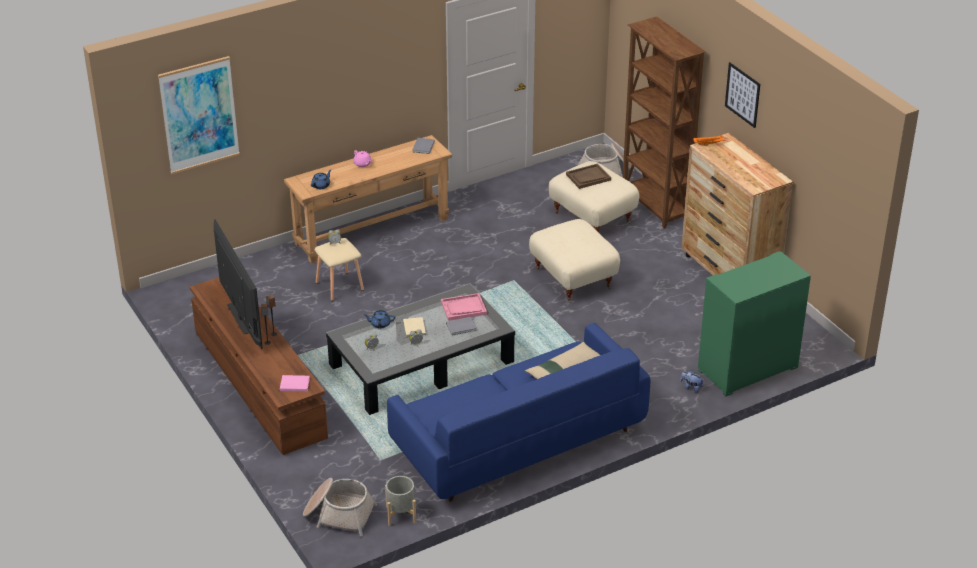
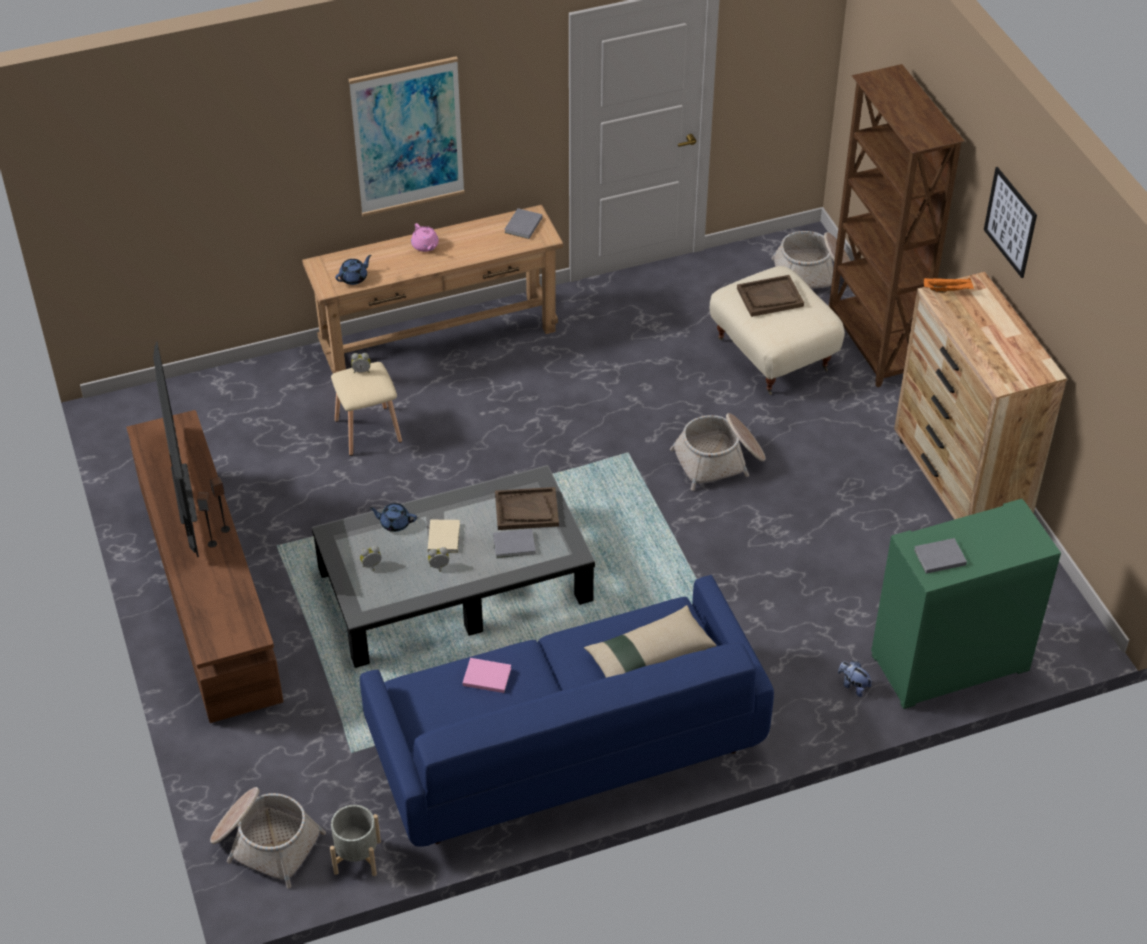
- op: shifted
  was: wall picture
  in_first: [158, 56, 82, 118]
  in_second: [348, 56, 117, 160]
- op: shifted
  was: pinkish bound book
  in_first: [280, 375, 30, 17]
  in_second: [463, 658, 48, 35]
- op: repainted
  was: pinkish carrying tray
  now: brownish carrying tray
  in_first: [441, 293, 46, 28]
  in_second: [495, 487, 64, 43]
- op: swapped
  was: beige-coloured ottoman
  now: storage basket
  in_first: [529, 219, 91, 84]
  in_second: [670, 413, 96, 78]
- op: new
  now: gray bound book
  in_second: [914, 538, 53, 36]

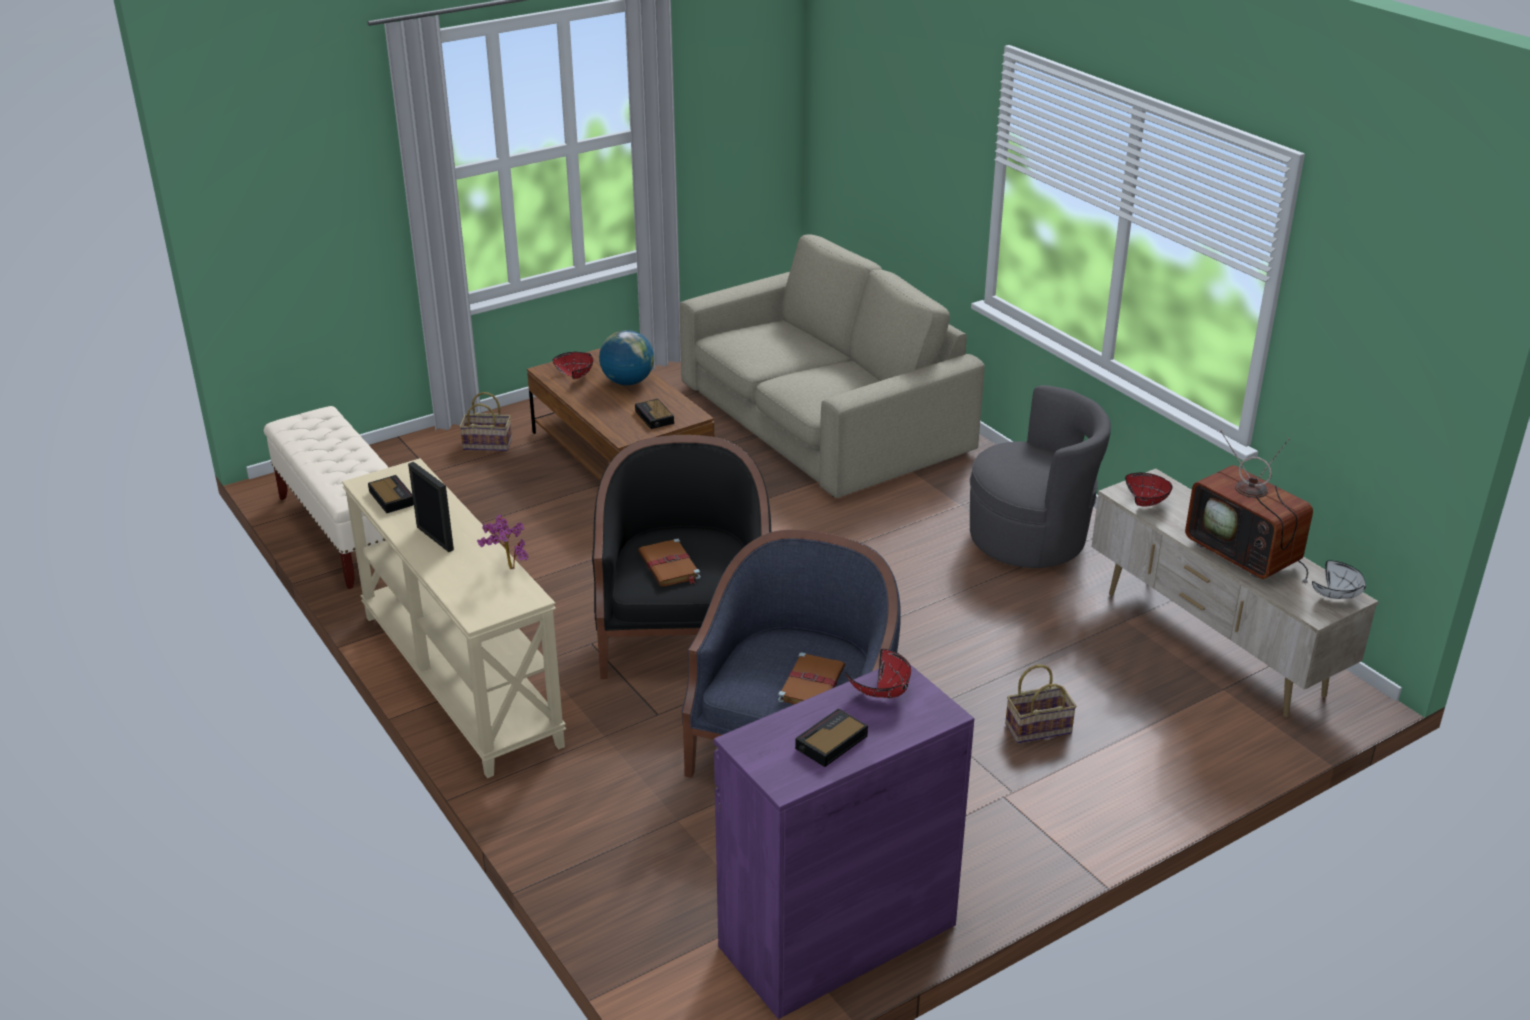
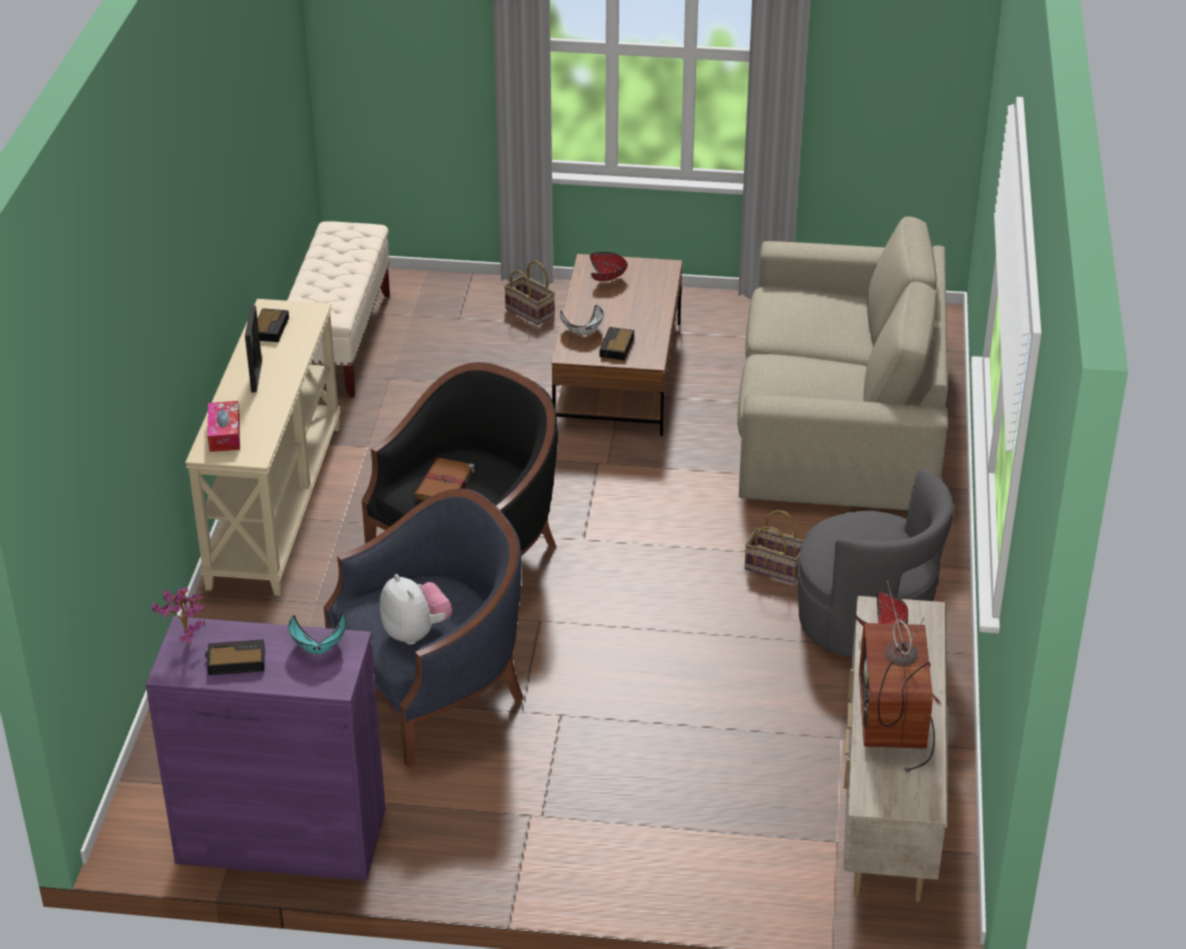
- op: shifted
  was: houseplant
  in_first: [477, 515, 51, 55]
  in_second: [151, 588, 54, 57]
- op: gone
  was: globe
  in_first: [599, 330, 55, 55]
- op: swapped
  was: brownish bound book
  now: plush toy
  in_first: [778, 652, 67, 52]
  in_second: [380, 574, 72, 71]
- op: repainted
  was: red bowl
  now: turquoise-coloured bowl
  in_first: [845, 649, 66, 49]
  in_second: [288, 613, 58, 41]
- op: shifted
  was: storage basket
  in_first: [1005, 664, 72, 79]
  in_second: [745, 510, 59, 73]
- op: shifted
  was: white bowl
  in_first: [1312, 560, 54, 39]
  in_second: [560, 305, 44, 30]
- op: new
  now: tissue holder
  in_second: [208, 401, 32, 51]

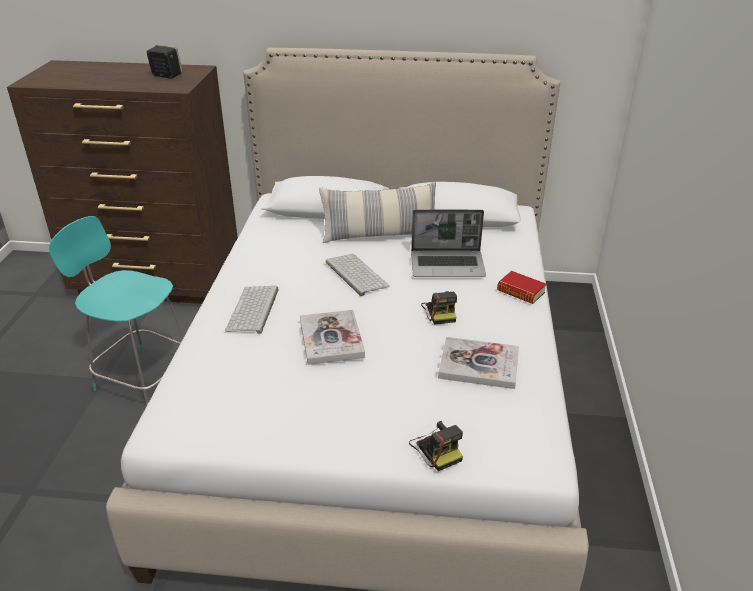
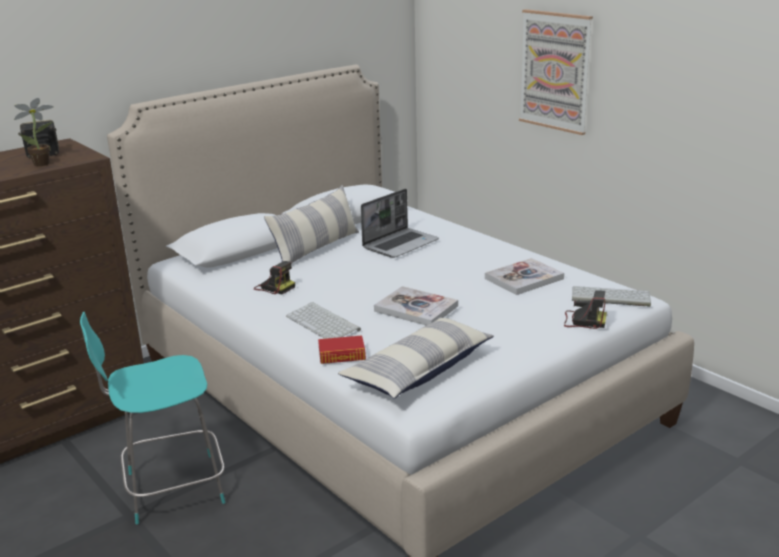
- op: shifted
  was: PC keyboard
  in_first: [326, 254, 64, 42]
  in_second: [572, 286, 79, 21]
- op: shifted
  was: photo camera
  in_first: [421, 291, 36, 34]
  in_second: [254, 261, 41, 33]
- op: shifted
  was: bound book
  in_first: [497, 271, 49, 33]
  in_second: [318, 336, 48, 28]
- op: new
  now: houseplant
  in_second: [14, 98, 40, 68]
- op: new
  now: throw pillow
  in_second: [338, 317, 156, 82]
- op: new
  now: wall picture
  in_second: [519, 9, 74, 126]

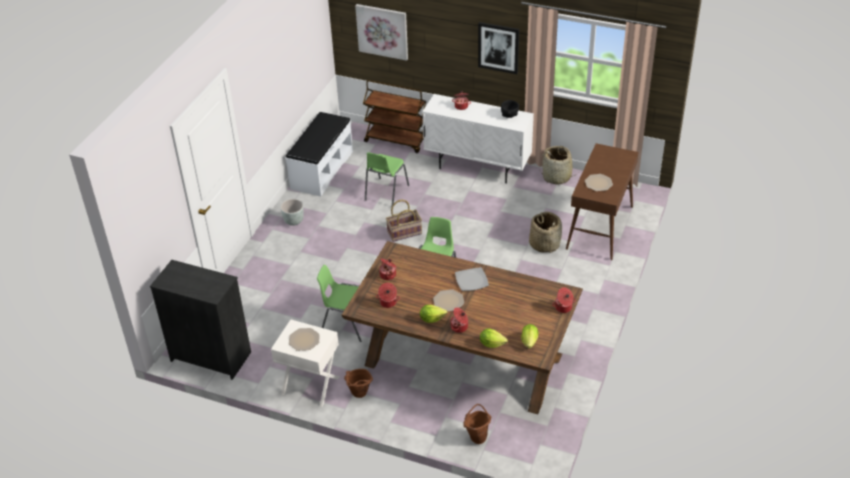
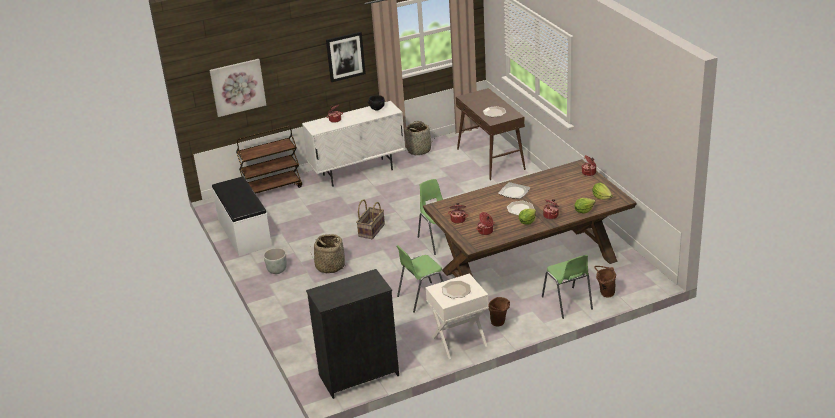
- op: shifted
  was: greenish plain chair
  in_first: [365, 152, 44, 53]
  in_second: [542, 255, 51, 64]
- op: shifted
  was: storage basket
  in_first: [529, 212, 33, 41]
  in_second: [311, 234, 34, 40]

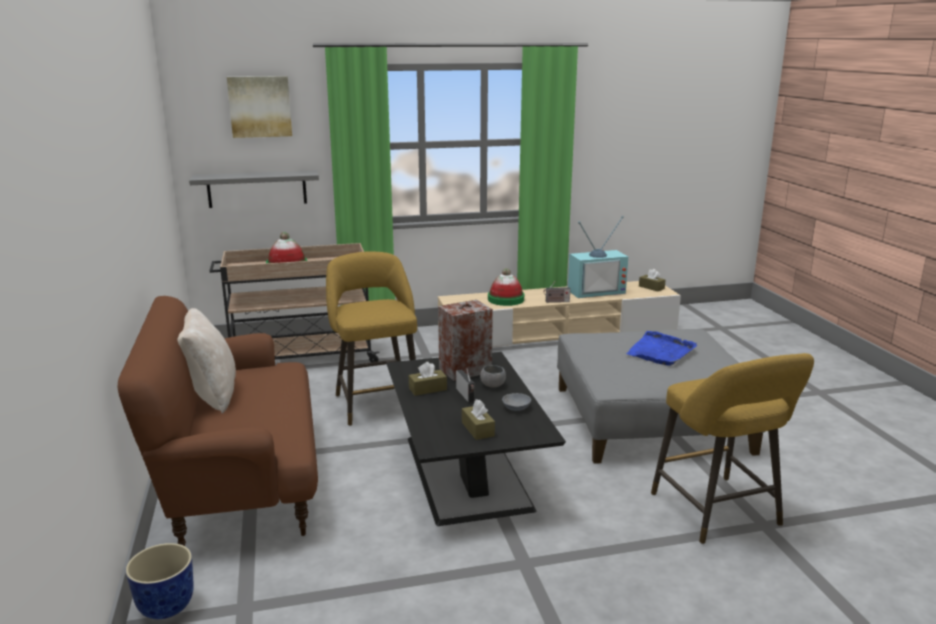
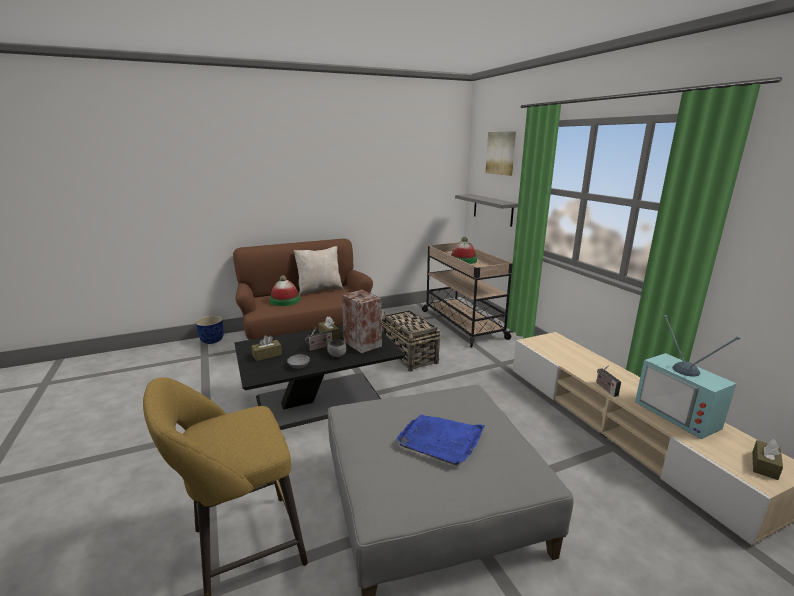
- op: swapped
  was: yellow-coloured stool seat
  now: storage basket
  in_first: [326, 251, 91, 175]
  in_second: [382, 310, 59, 62]
- op: shifted
  was: hat
  in_first: [488, 268, 36, 38]
  in_second: [270, 275, 30, 31]

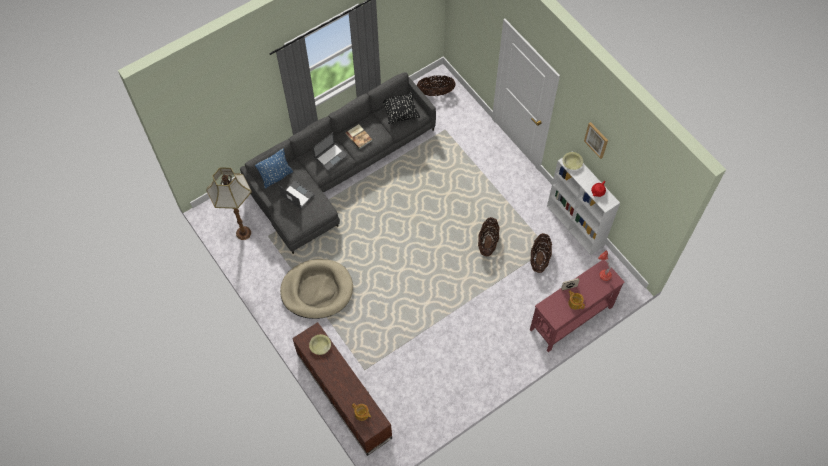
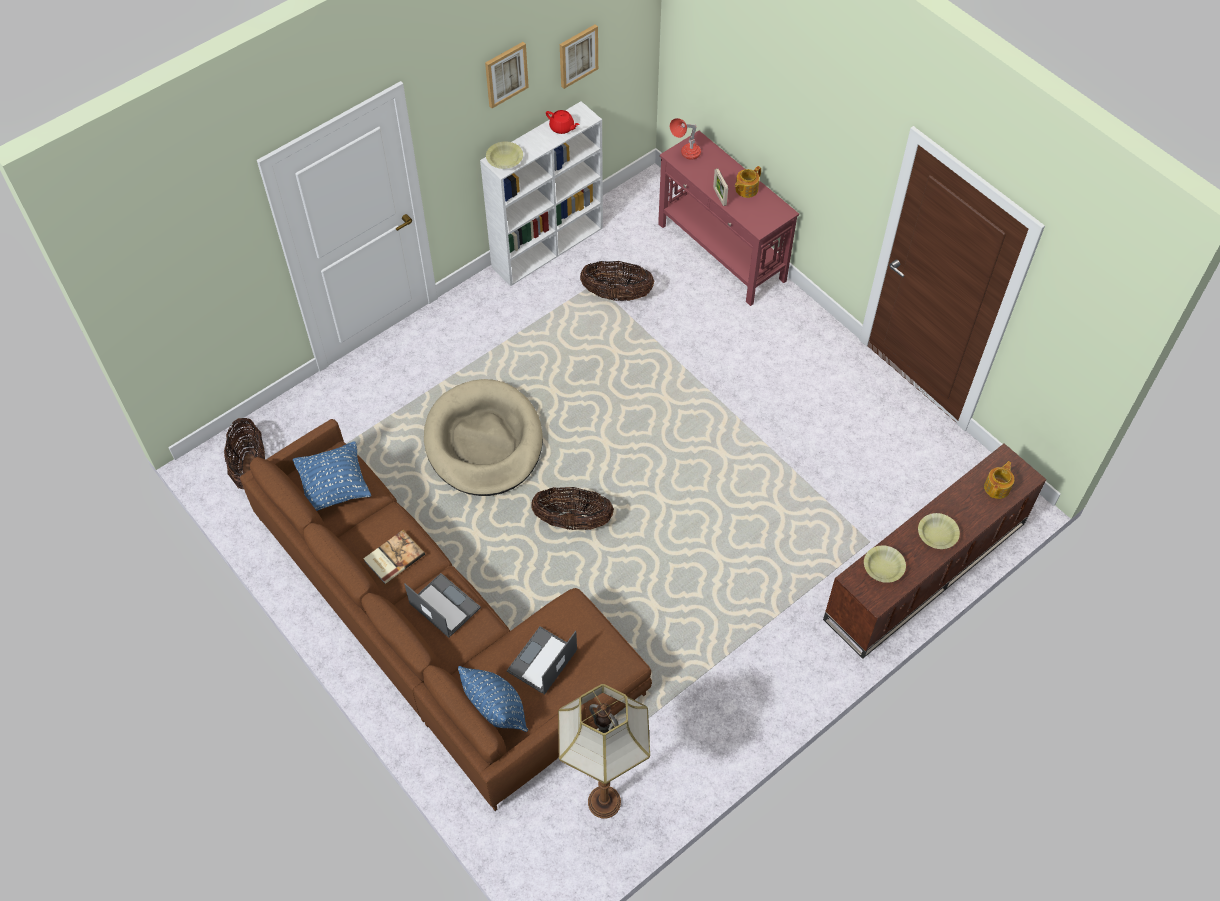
- op: repainted
  was: gray settee
  now: brownish settee
  in_first: [240, 72, 196, 182]
  in_second: [240, 419, 412, 392]
- op: shifted
  was: beige-coloured pet bed
  in_first: [280, 259, 73, 60]
  in_second: [424, 379, 119, 117]
- op: repainted
  was: blackish throw pillow
  now: blue throw pillow
  in_first: [383, 92, 37, 32]
  in_second: [293, 441, 78, 70]
- op: shifted
  was: storage basket
  in_first: [478, 217, 22, 39]
  in_second: [531, 487, 83, 43]
- op: new
  now: wall picture
  in_second: [560, 24, 38, 65]
- op: new
  now: yellow-coloured bowl
  in_second: [918, 513, 42, 36]

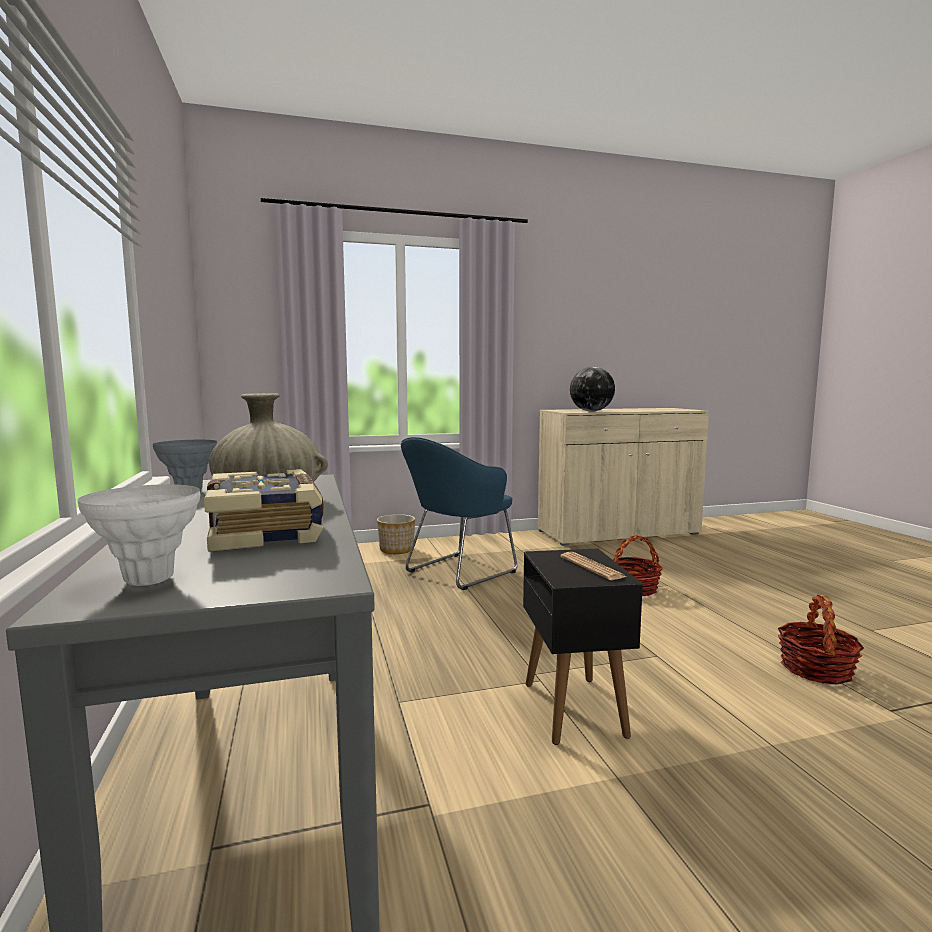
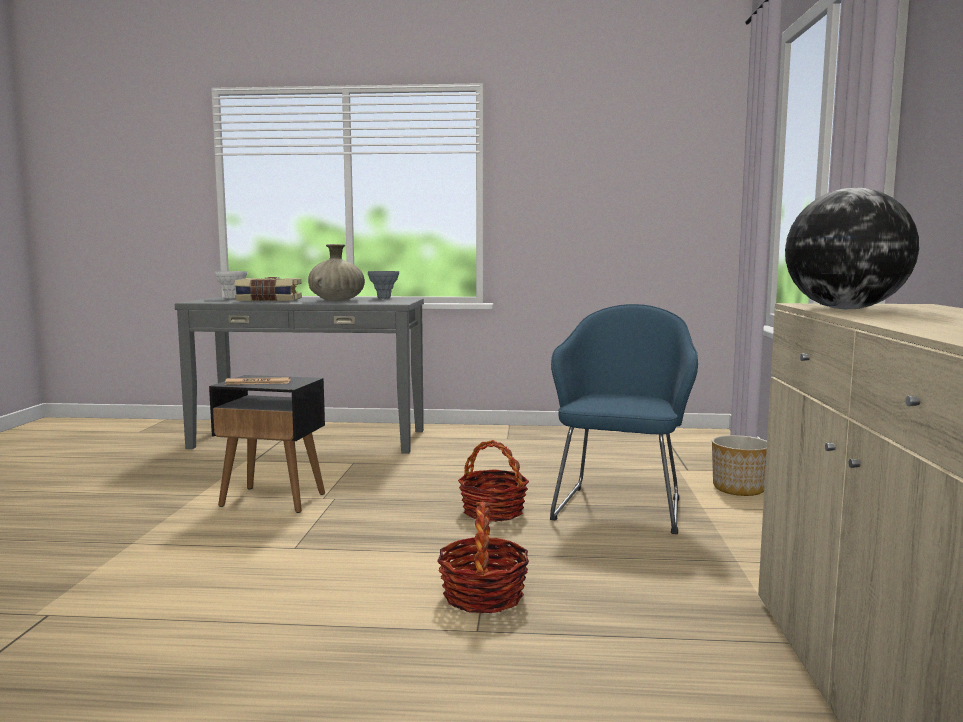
- op: rotated
  was: blue armchair
  in_first: [401, 437, 116, 153]
  in_second: [550, 304, 148, 230]
  clockwise: 45
- op: shifted
  was: storage basket
  in_first: [778, 594, 86, 91]
  in_second: [458, 440, 71, 82]

